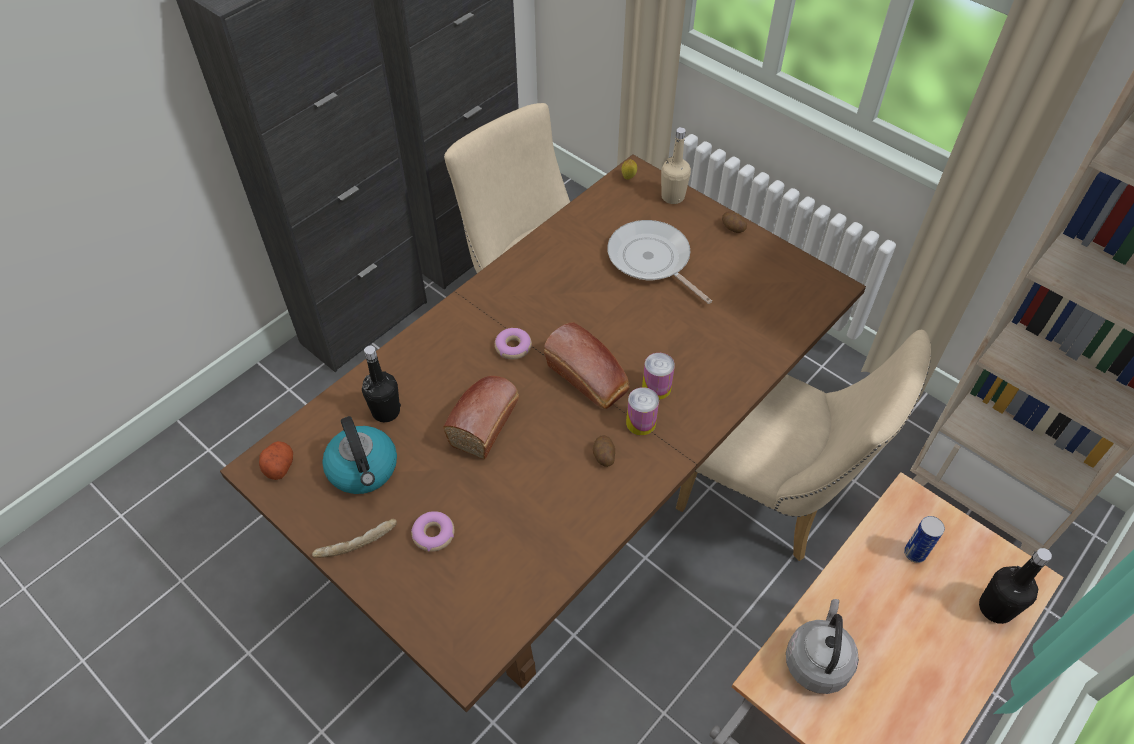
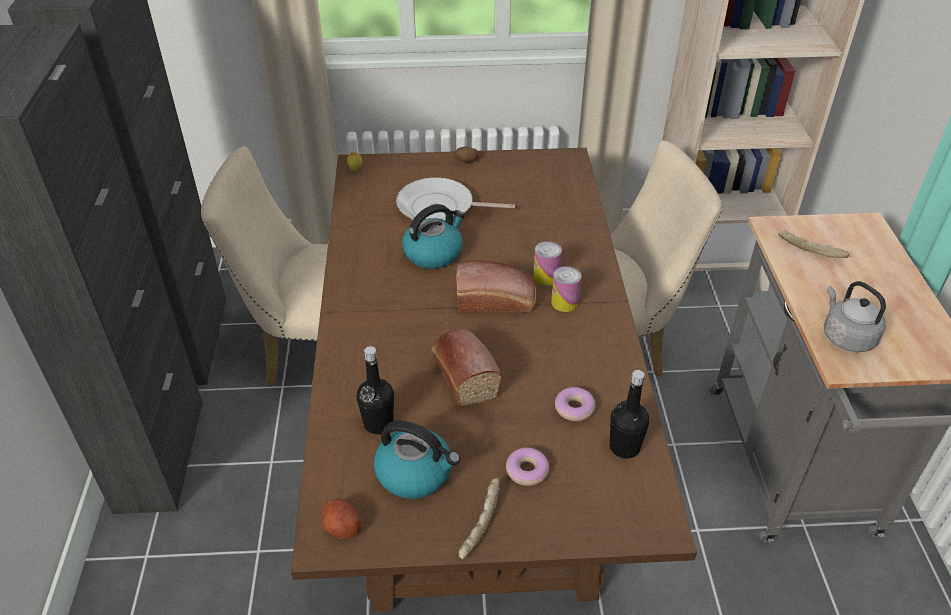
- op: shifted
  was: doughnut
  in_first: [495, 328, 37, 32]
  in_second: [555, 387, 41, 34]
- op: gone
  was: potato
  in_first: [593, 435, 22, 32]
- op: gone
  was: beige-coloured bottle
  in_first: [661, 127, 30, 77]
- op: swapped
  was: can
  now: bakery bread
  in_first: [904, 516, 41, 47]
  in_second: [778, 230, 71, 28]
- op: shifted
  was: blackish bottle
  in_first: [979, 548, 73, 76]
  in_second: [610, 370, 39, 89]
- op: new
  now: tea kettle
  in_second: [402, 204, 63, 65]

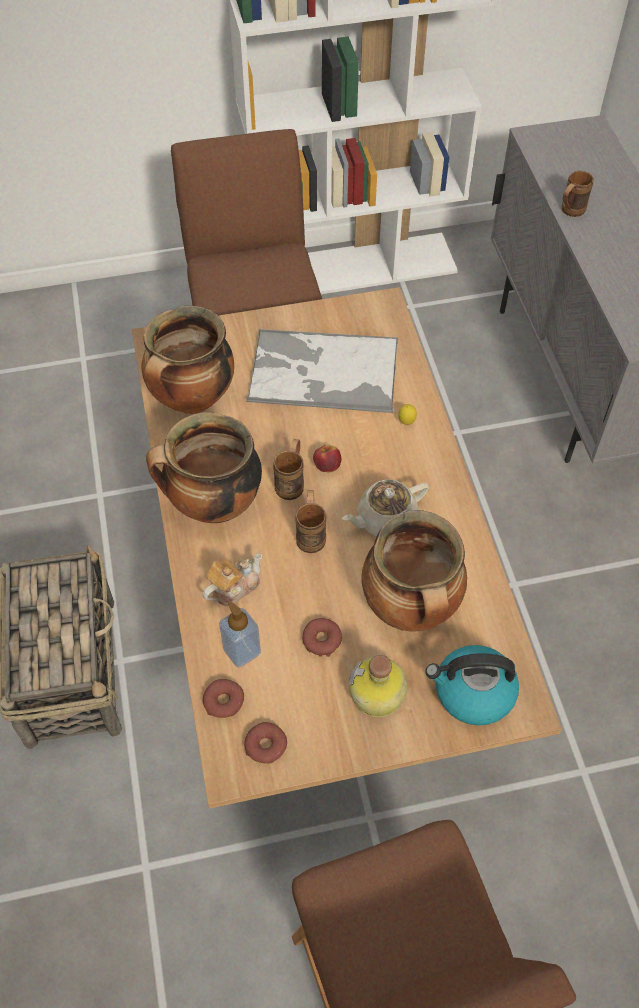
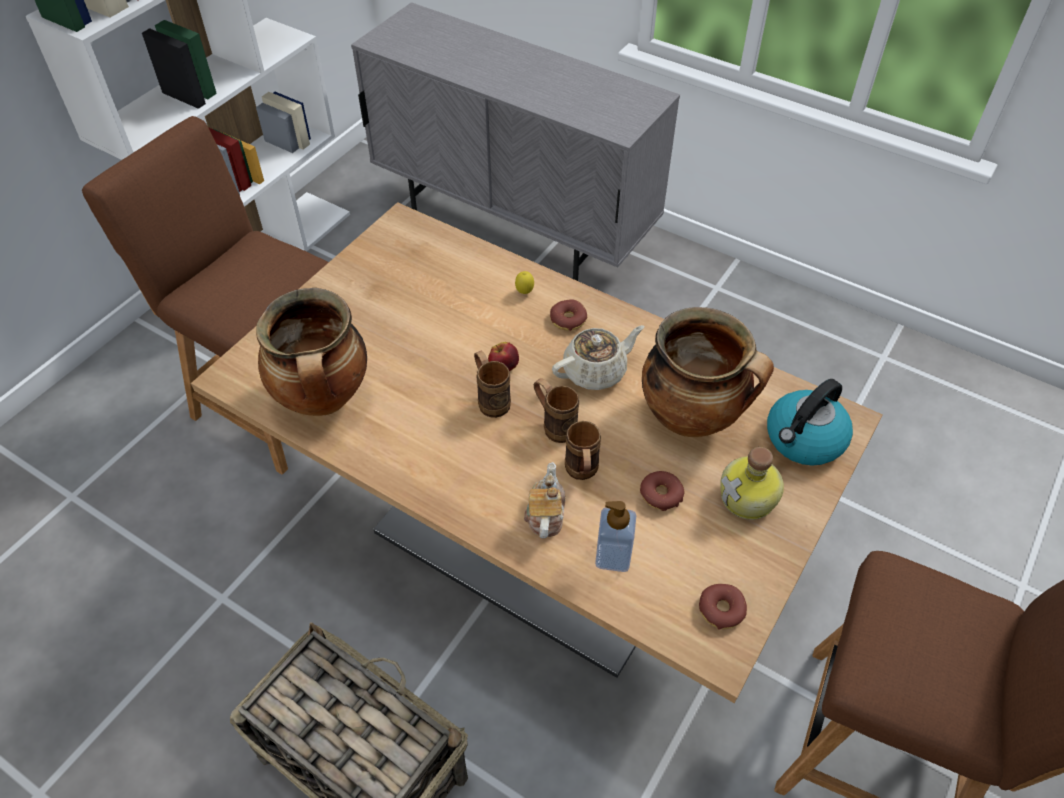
- op: gone
  was: cooking pot
  in_first: [146, 412, 116, 111]
- op: shifted
  was: doughnut
  in_first: [203, 679, 41, 40]
  in_second: [550, 299, 37, 32]
- op: gone
  was: carrying tray
  in_first: [246, 329, 152, 84]
- op: rotated
  was: beige-coloured pot for tea
  in_first: [342, 479, 87, 58]
  in_second: [552, 325, 92, 65]
  clockwise: -135
- op: shifted
  was: brownish mug
  in_first: [562, 171, 31, 46]
  in_second: [565, 421, 36, 59]

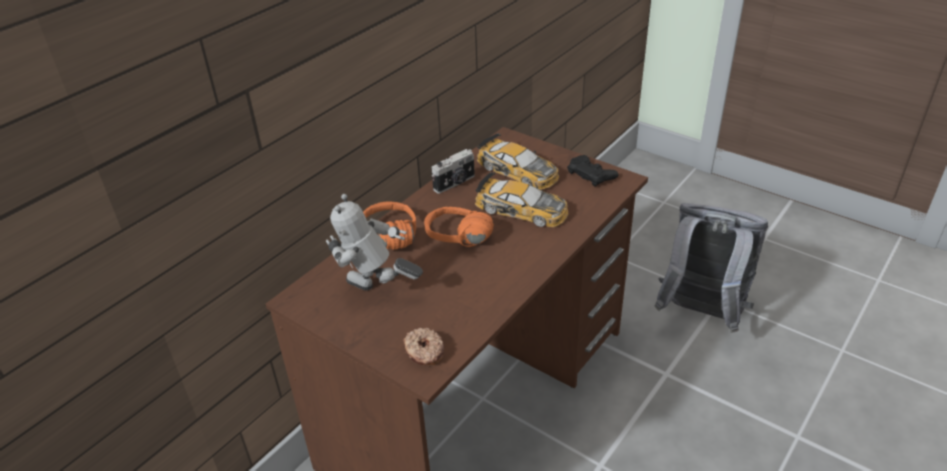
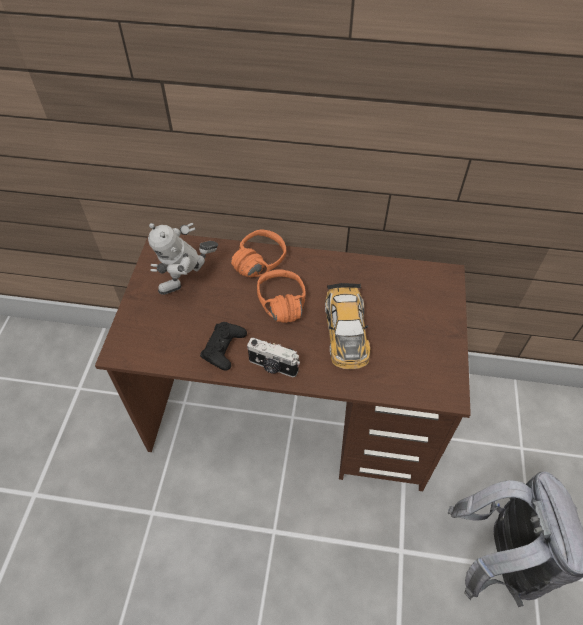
- op: rotated
  was: toy robot
  in_first: [326, 194, 97, 96]
  in_second: [148, 223, 70, 72]
  clockwise: -120
- op: gone
  was: doughnut
  in_first: [403, 328, 41, 38]
- op: shifted
  was: photo camera
  in_first: [432, 149, 43, 45]
  in_second: [247, 338, 53, 39]
- op: gone
  was: toy car
  in_first: [477, 133, 82, 57]
- op: shifted
  was: blackish gamepad
  in_first: [567, 155, 52, 32]
  in_second: [200, 322, 47, 49]

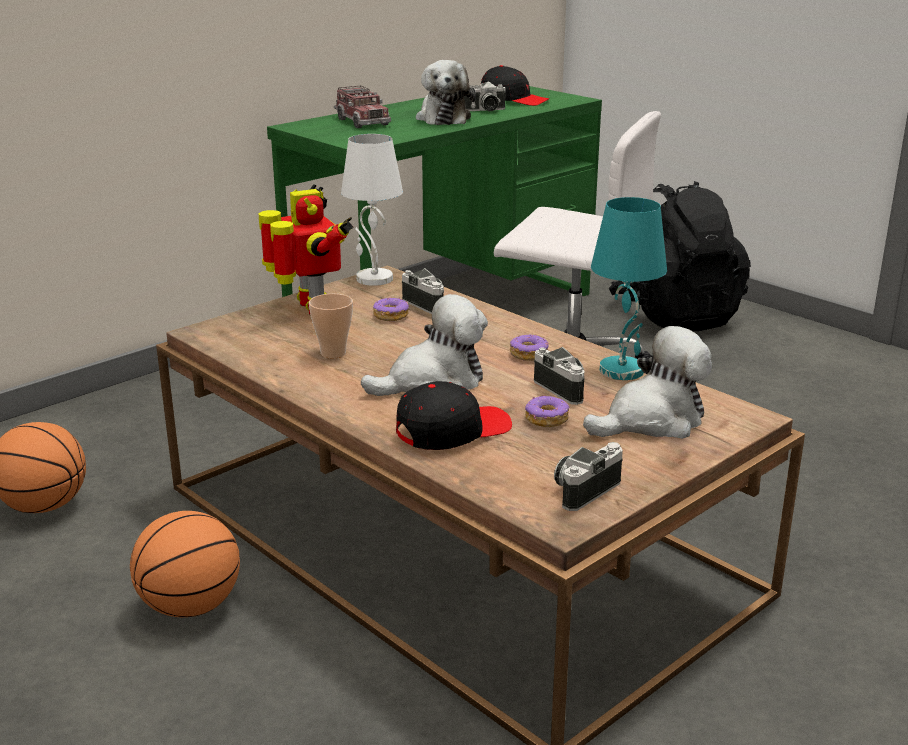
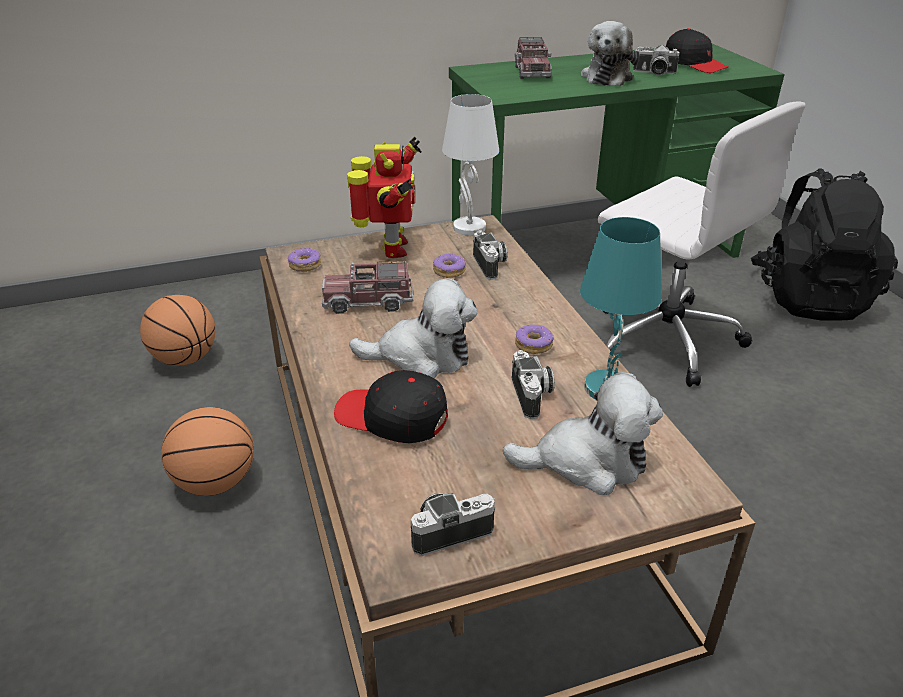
- op: swapped
  was: cup
  now: model truck
  in_first: [309, 294, 44, 64]
  in_second: [322, 261, 91, 53]
- op: rotated
  was: blackish peaked cap
  in_first: [396, 381, 116, 69]
  in_second: [334, 370, 114, 73]
  clockwise: -150
- op: shifted
  was: doughnut
  in_first: [525, 395, 44, 32]
  in_second: [288, 247, 33, 25]

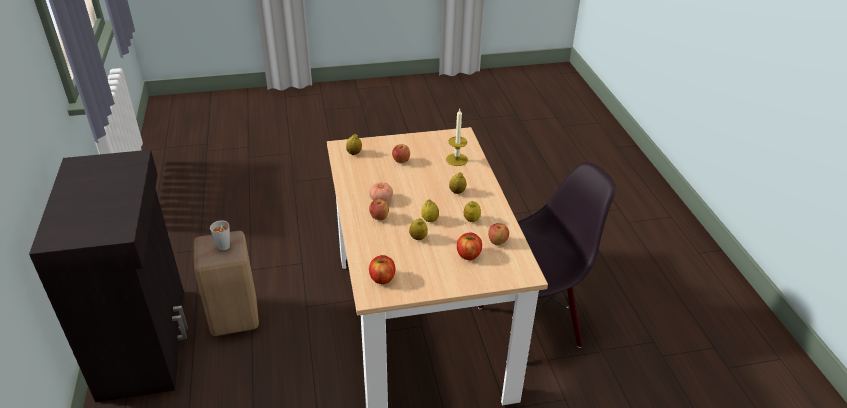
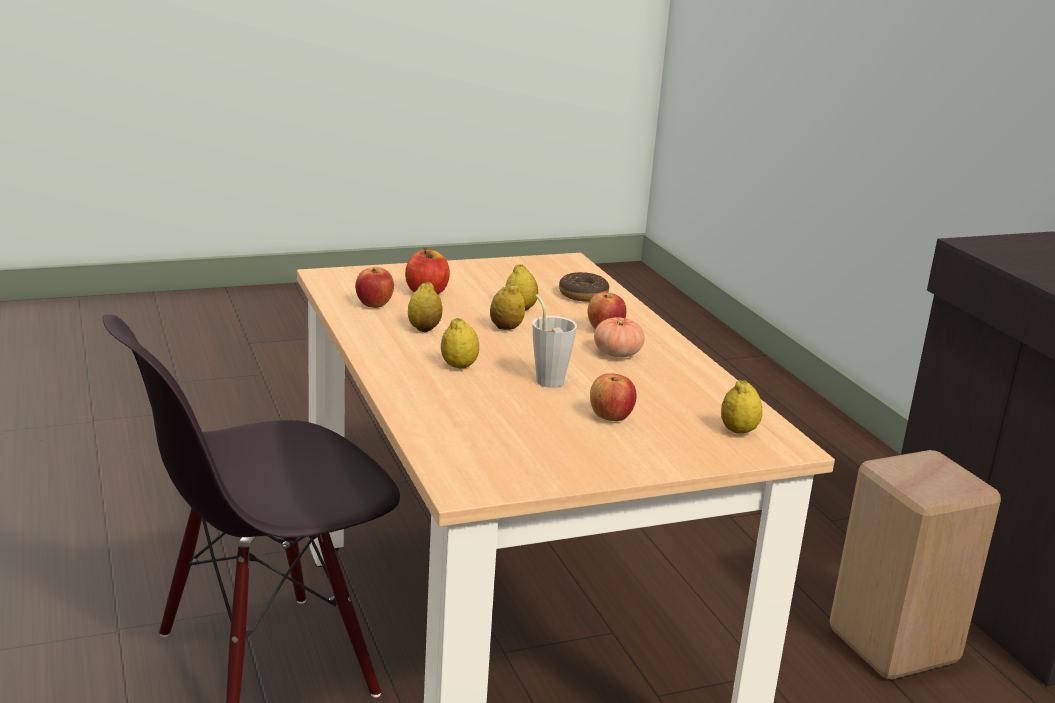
- op: shifted
  was: gray cup
  in_first: [210, 221, 20, 29]
  in_second: [532, 294, 45, 94]
- op: gone
  was: apple fruit
  in_first: [369, 255, 26, 29]
- op: gone
  was: candle
  in_first: [446, 109, 22, 57]
- op: new
  now: doughnut
  in_second: [559, 272, 50, 30]

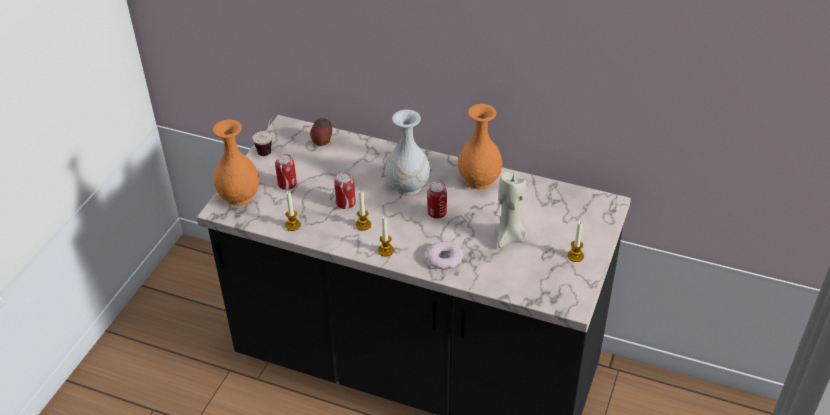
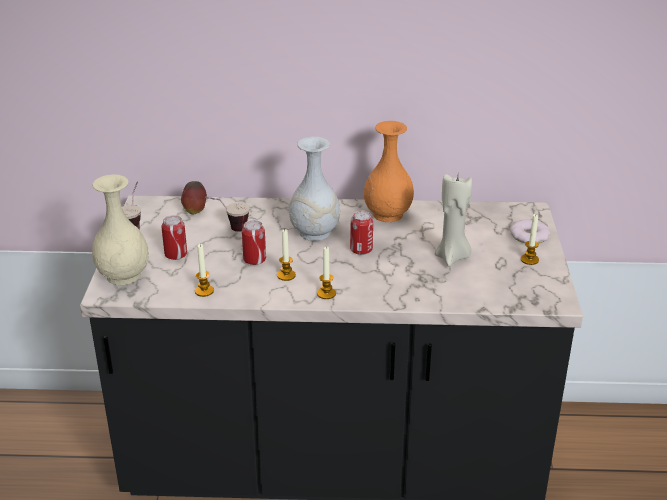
- op: repainted
  was: orange-coloured flower vase
  now: beige-coloured flower vase
  in_first: [213, 120, 46, 86]
  in_second: [92, 174, 57, 111]
- op: shifted
  was: doughnut
  in_first: [426, 241, 38, 29]
  in_second: [510, 220, 41, 24]
- op: new
  now: cup
  in_second: [205, 197, 45, 35]

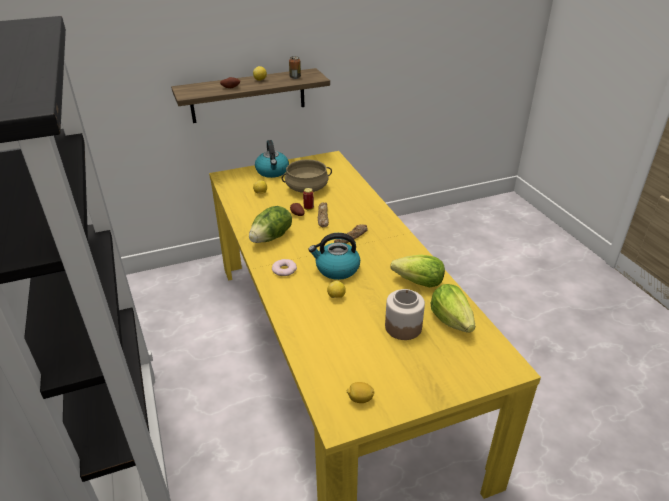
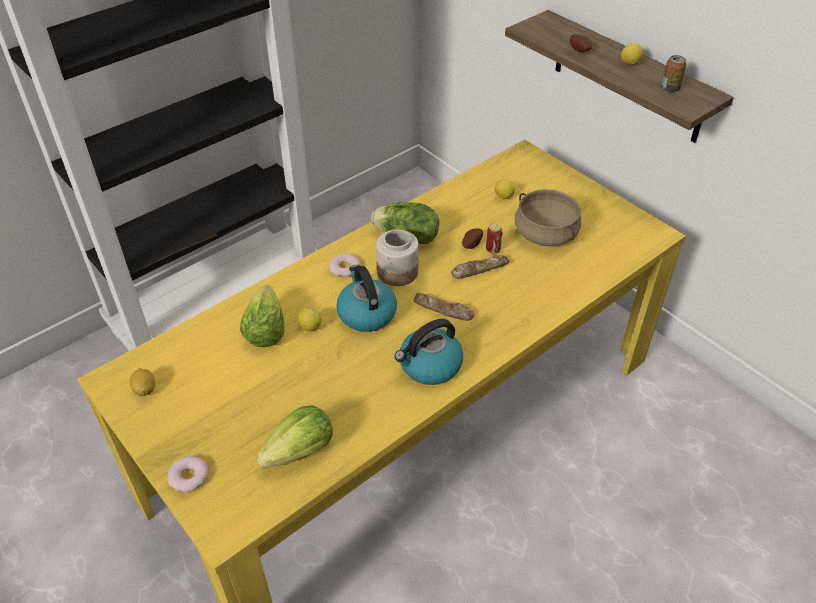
- op: shifted
  was: tea kettle
  in_first: [255, 140, 34, 38]
  in_second: [394, 319, 69, 66]
- op: shifted
  was: storage jar
  in_first: [385, 289, 40, 51]
  in_second: [376, 229, 43, 57]
- op: shifted
  was: lettuce head
  in_first: [391, 255, 54, 32]
  in_second: [240, 285, 45, 62]
- op: new
  now: doughnut
  in_second: [167, 456, 41, 37]

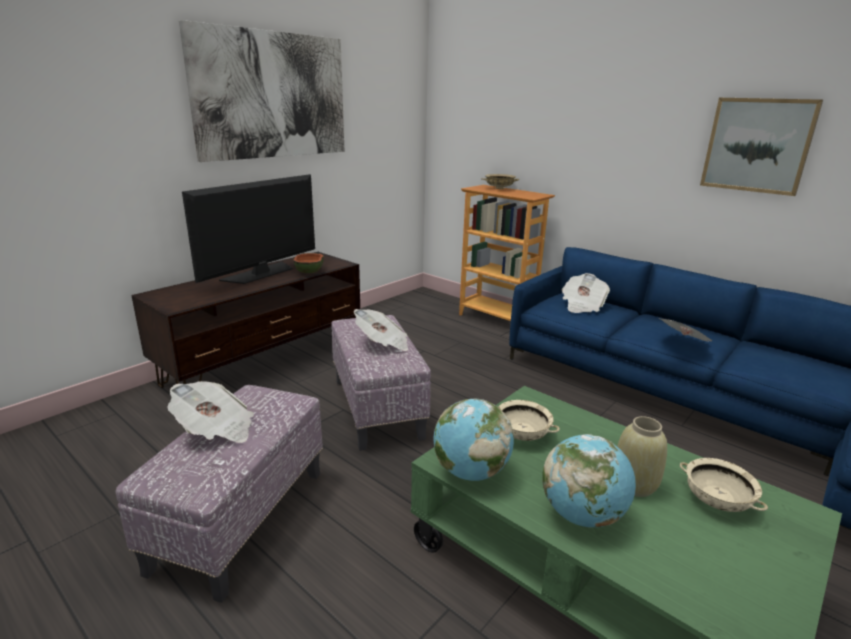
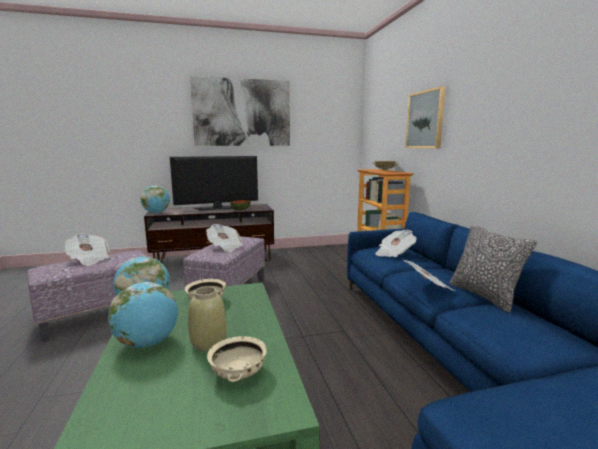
- op: shifted
  was: wall picture
  in_first: [700, 98, 123, 98]
  in_second: [405, 86, 41, 62]
- op: new
  now: globe
  in_second: [140, 186, 30, 27]
- op: new
  now: throw pillow
  in_second: [449, 225, 88, 88]

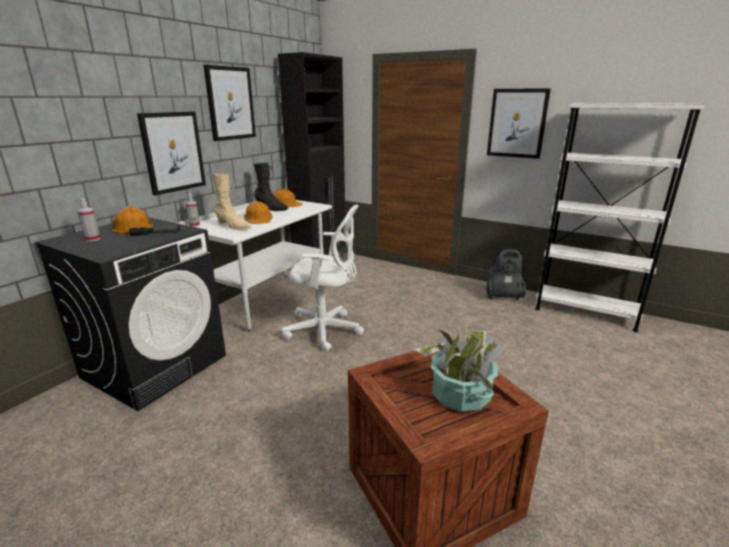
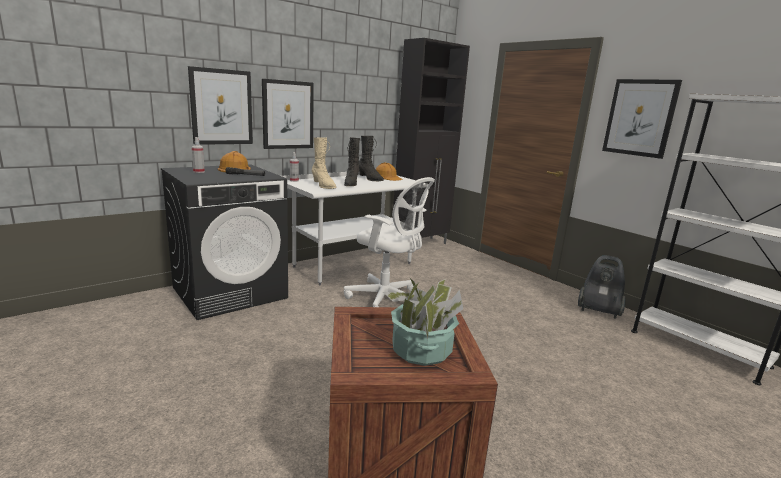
- op: shifted
  was: wall picture
  in_first: [204, 65, 52, 76]
  in_second: [188, 66, 65, 79]
- op: swapped
  was: orange-coloured work helmet
  now: blackish high-top boot
  in_first: [244, 201, 29, 23]
  in_second: [344, 137, 16, 49]

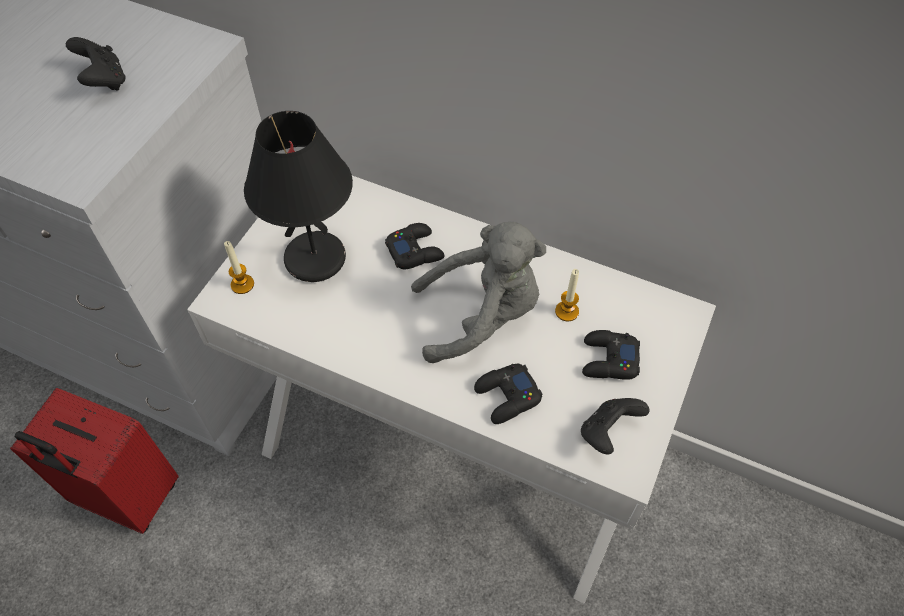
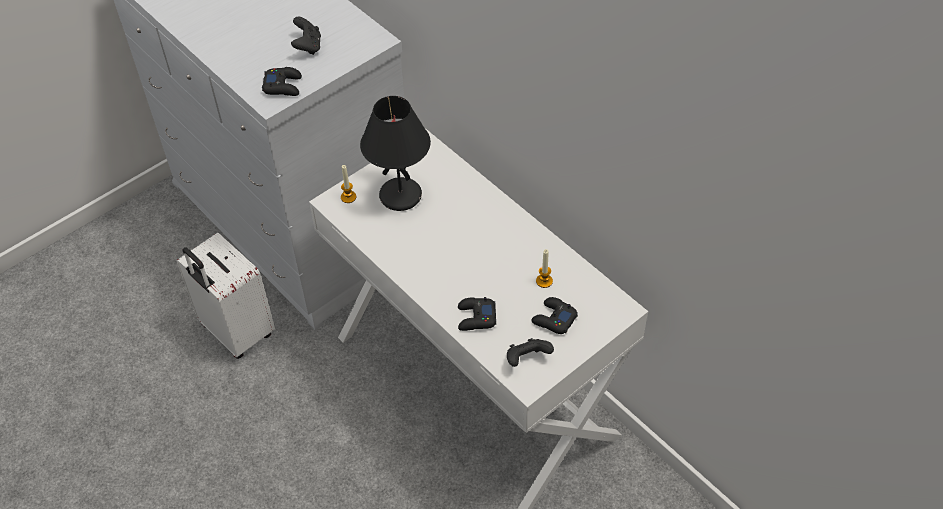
- op: repainted
  was: red travel case
  now: white travel case
  in_first: [10, 388, 169, 146]
  in_second: [177, 233, 98, 126]
- op: shifted
  was: blackish gamepad
  in_first: [385, 223, 60, 47]
  in_second: [262, 67, 40, 29]
- op: gone
  was: gray plush toy
  in_first: [411, 222, 135, 141]

